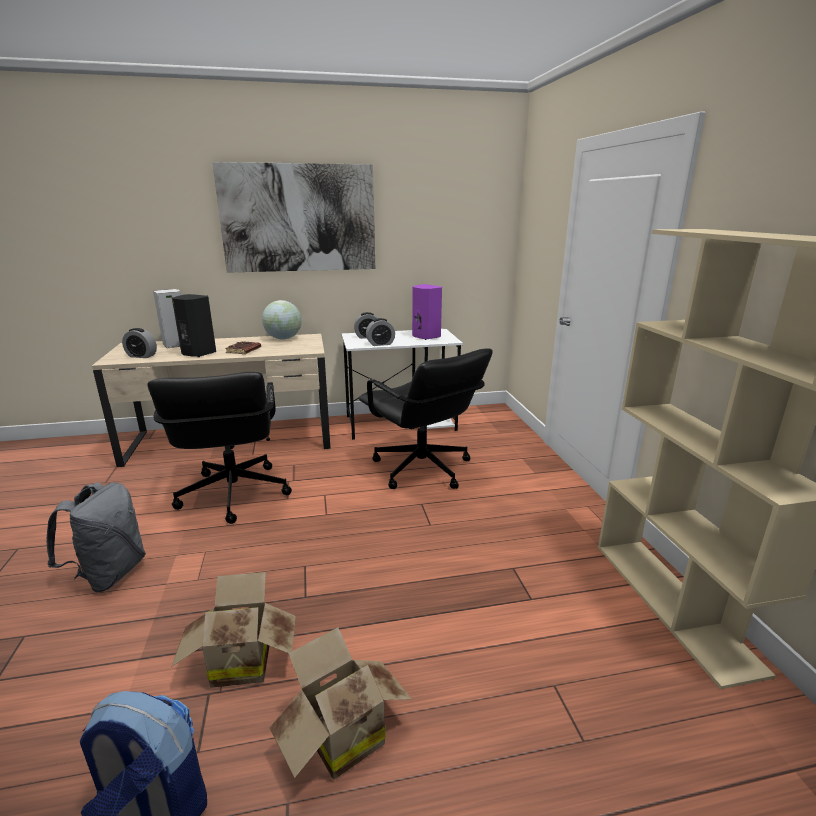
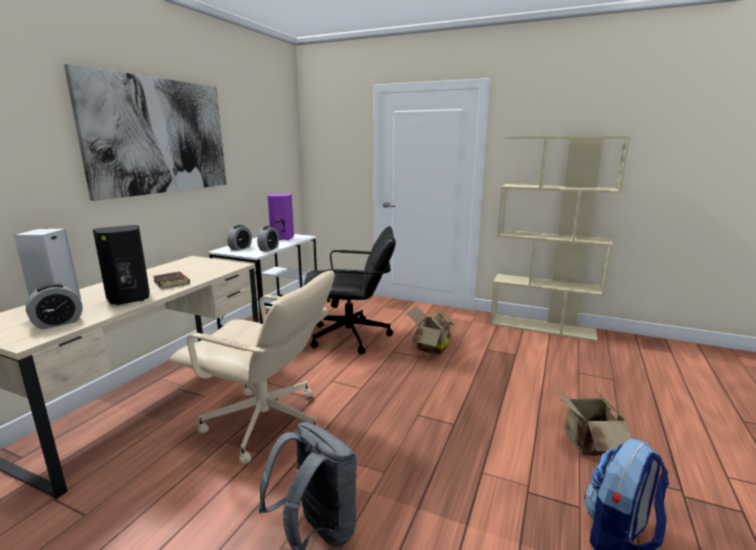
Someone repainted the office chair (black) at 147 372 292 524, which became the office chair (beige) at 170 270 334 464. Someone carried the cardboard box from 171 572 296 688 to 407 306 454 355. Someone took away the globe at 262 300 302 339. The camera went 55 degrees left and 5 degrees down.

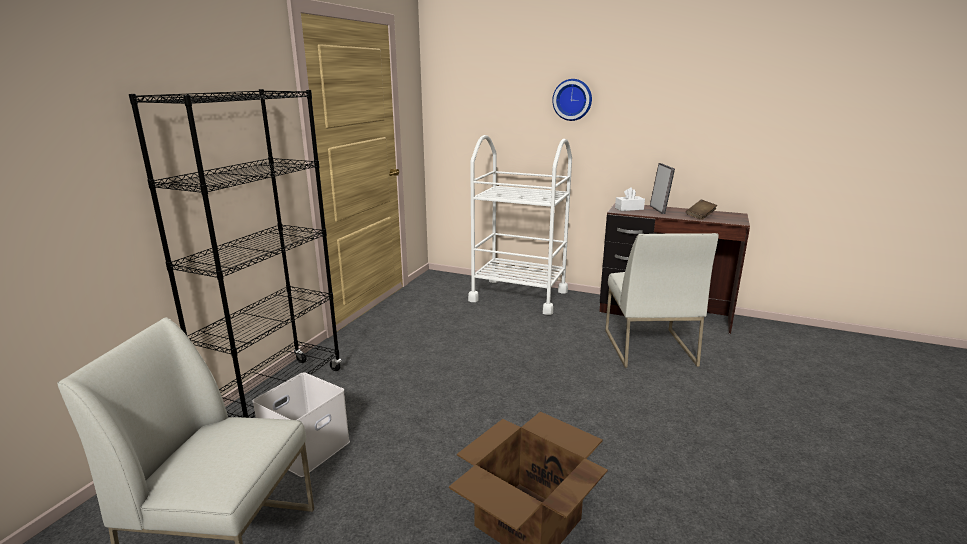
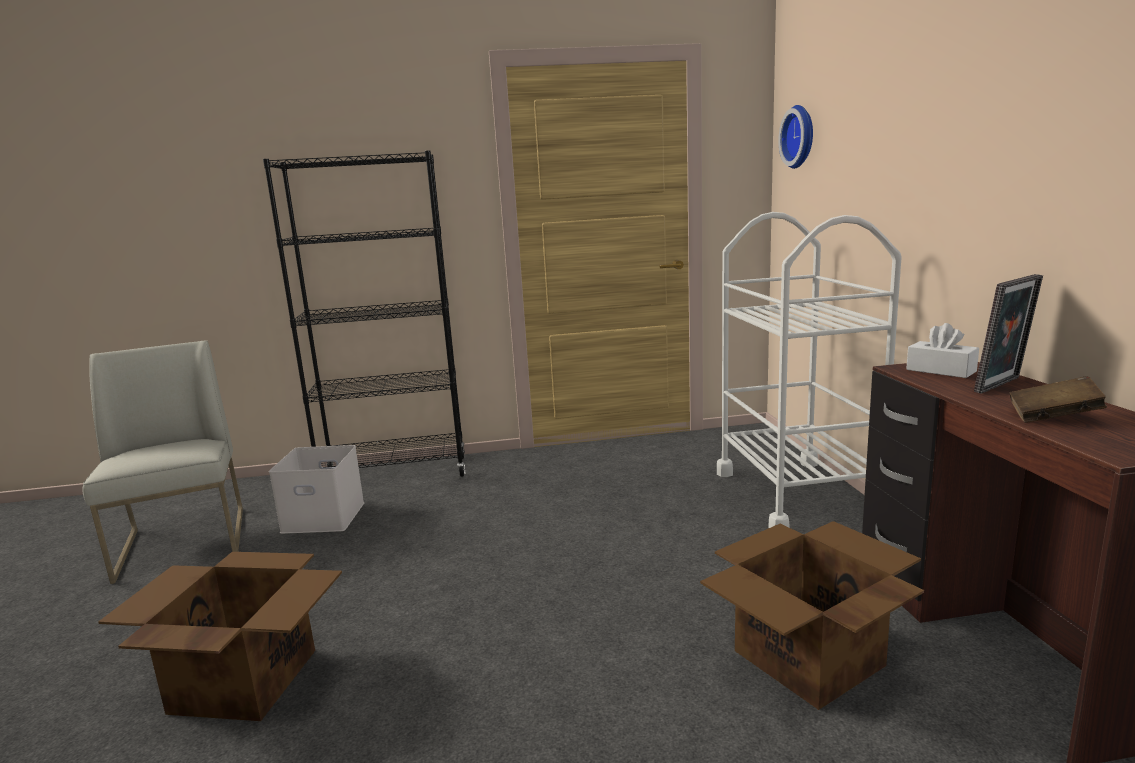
Someone swapped the chair (white) at 605 233 719 368 for the cardboard box at 700 521 924 710. Someone carried the wall clock from 552 79 592 121 to 778 105 813 169. The camera went 60 degrees right and 5 degrees down.

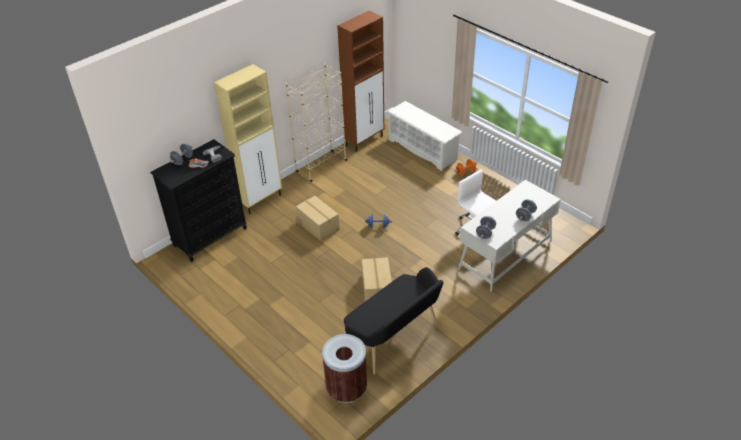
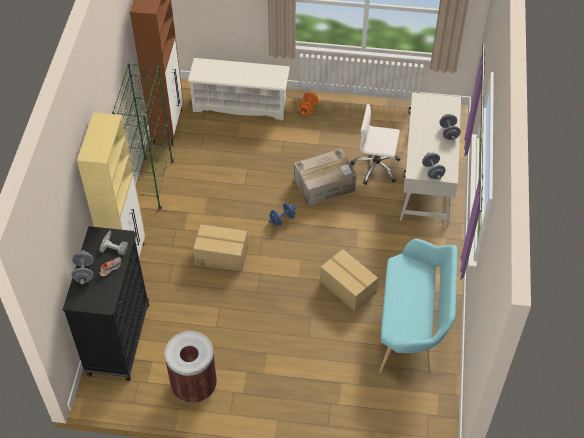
Someone repainted the bookcase (beige) at 285 64 347 182, which became the bookcase (green) at 112 64 174 209. Someone carried the trash can (brown) from 322 334 367 403 to 165 331 217 403. Someone put down the cardboard box at 294 149 357 206. Someone repainted the bench (black) at 344 267 444 374, which became the bench (turquoise) at 379 239 458 374. The camera went 40 degrees left and 10 degrees up.

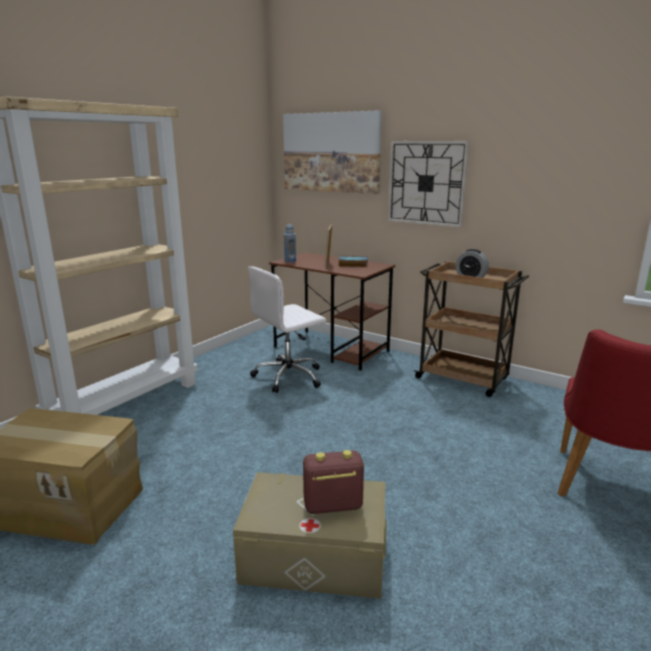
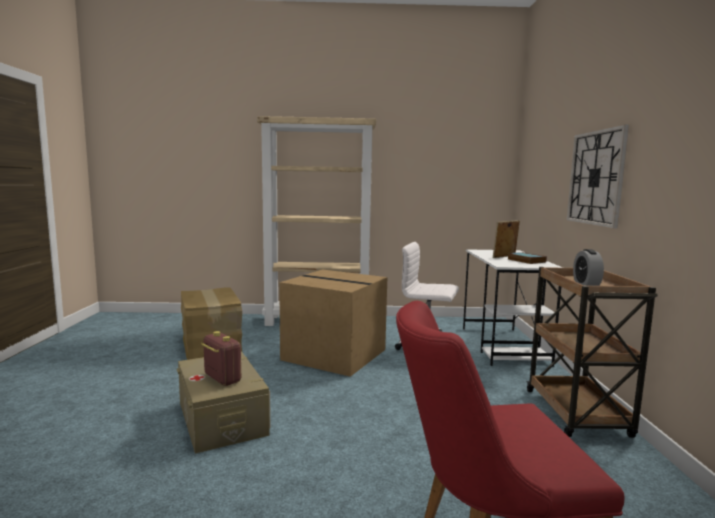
Someone put down the cardboard box at 279 269 387 377. Someone repainted the desk (brown) at 269 252 395 371, which became the desk (white) at 463 249 563 367. Someone took away the picture at 283 110 382 194. Someone took away the bottle (blue) at 284 225 296 263. The camera went 55 degrees right and 10 degrees down.

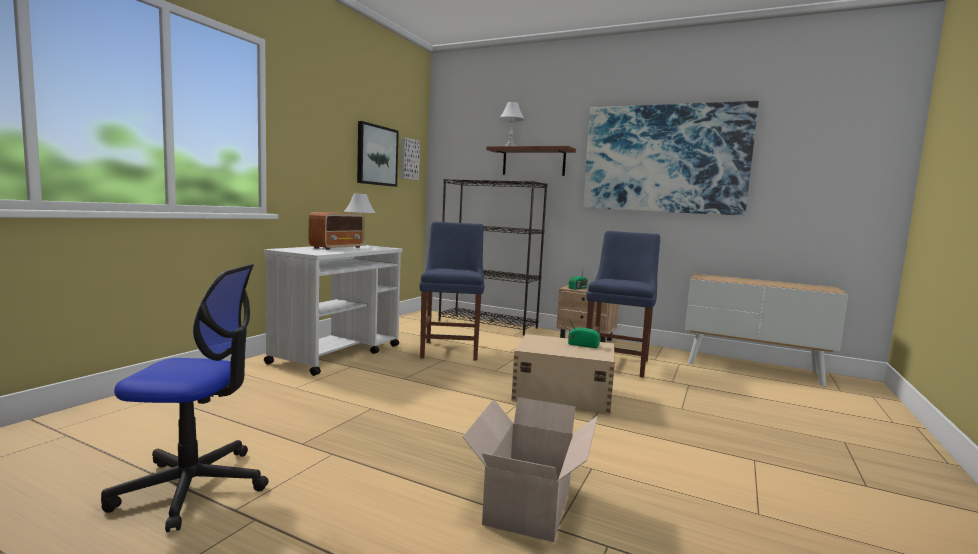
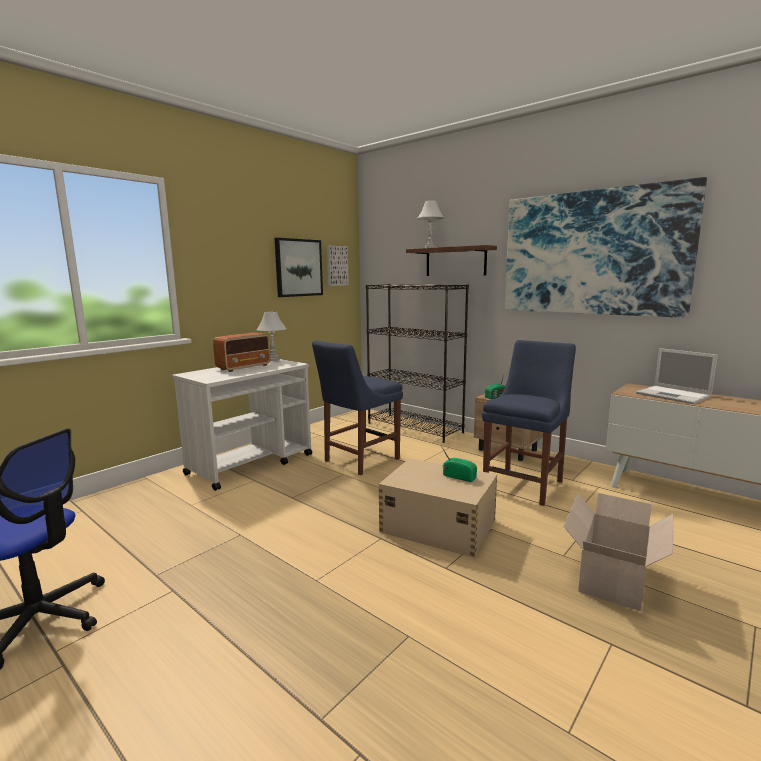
Someone rotated the chair (blue) at 419 222 484 361 by 150 degrees counterclockwise. Someone carried the cardboard box from 463 397 598 542 to 564 493 673 611. Someone put down the laptop at 636 348 718 404. The camera went 15 degrees right and 5 degrees up.

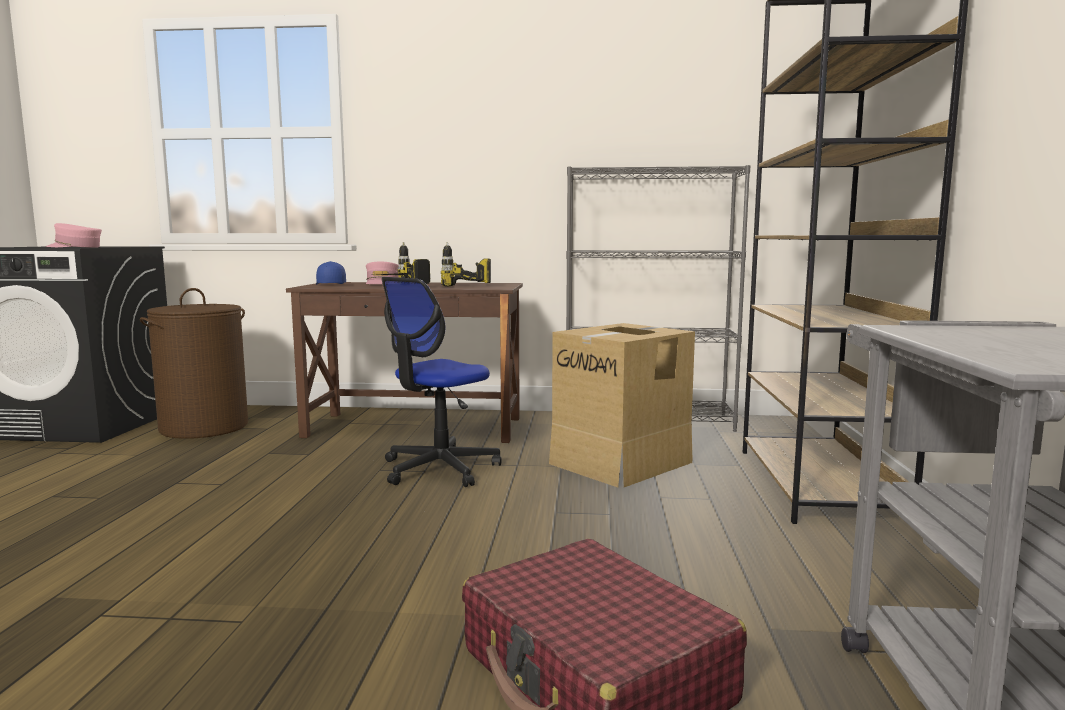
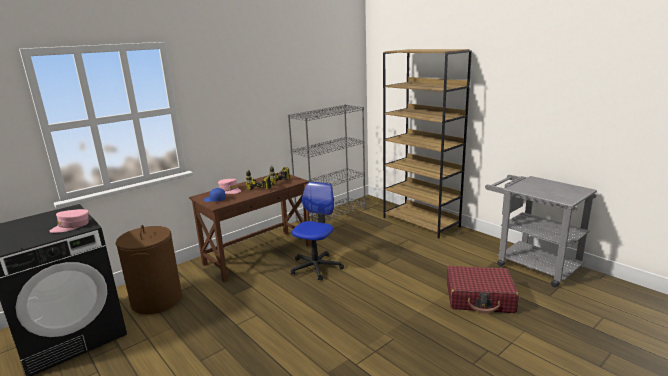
Someone rotated the office chair at 382 277 502 487 by 150 degrees counterclockwise. Someone took away the cardboard box at 549 323 695 488. The camera went 45 degrees left and 10 degrees up.

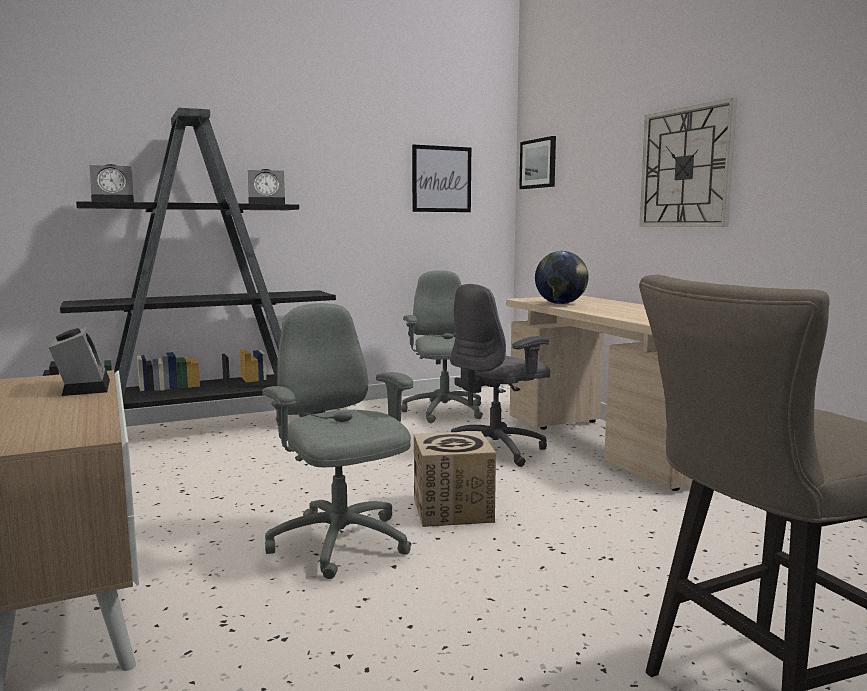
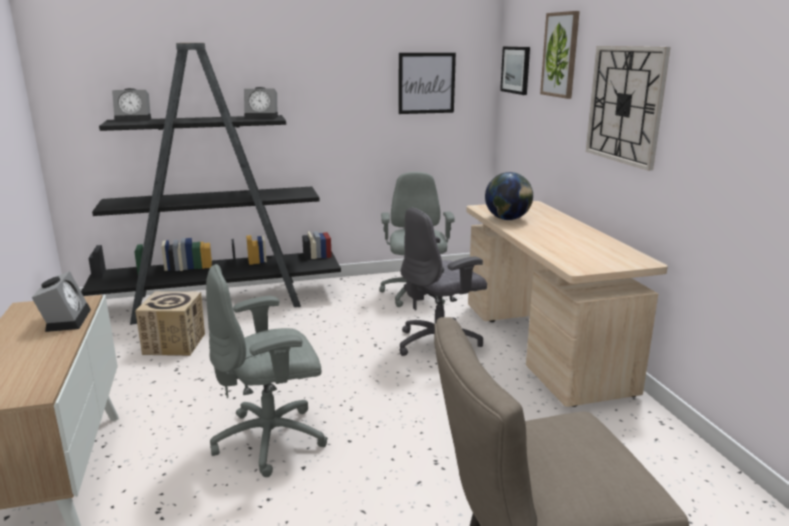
Someone carried the cardboard box from 414 431 496 527 to 135 291 205 356. Someone rotated the office chair (grey) at 262 303 413 579 by 90 degrees counterclockwise. Someone put up the picture at 540 11 580 99. The camera went 10 degrees right and 10 degrees up.

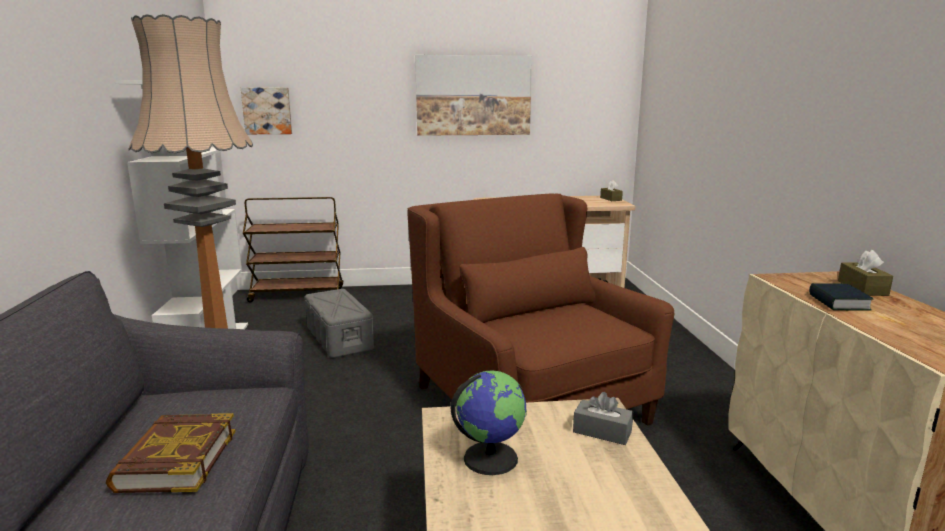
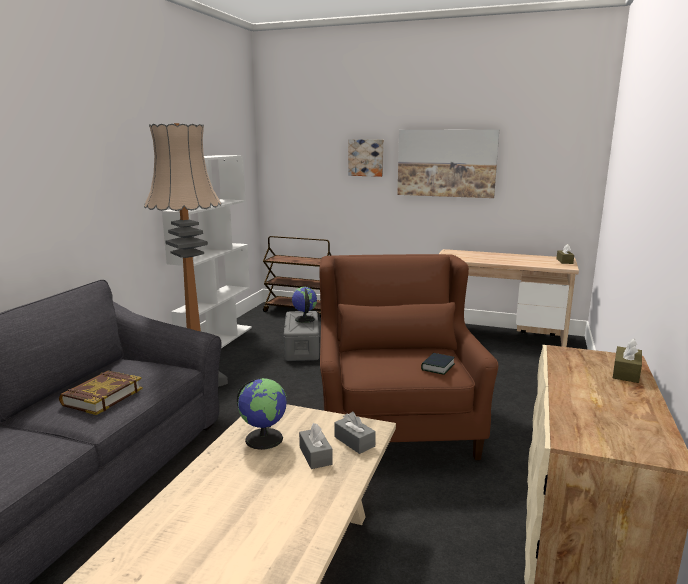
Someone put down the globe at 292 287 317 323. Someone put down the tissue box (grey) at 299 423 333 469. Someone carried the picture from 241 88 292 134 to 348 139 384 177. Someone carried the book from 809 283 874 311 to 421 353 455 375. The camera went 25 degrees right and 0 degrees up.

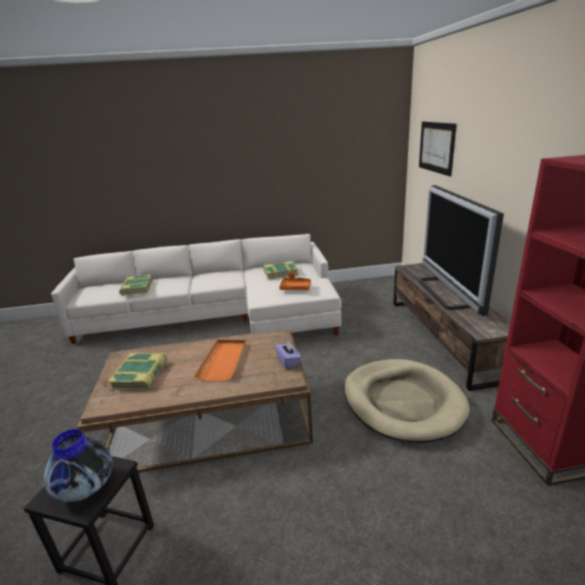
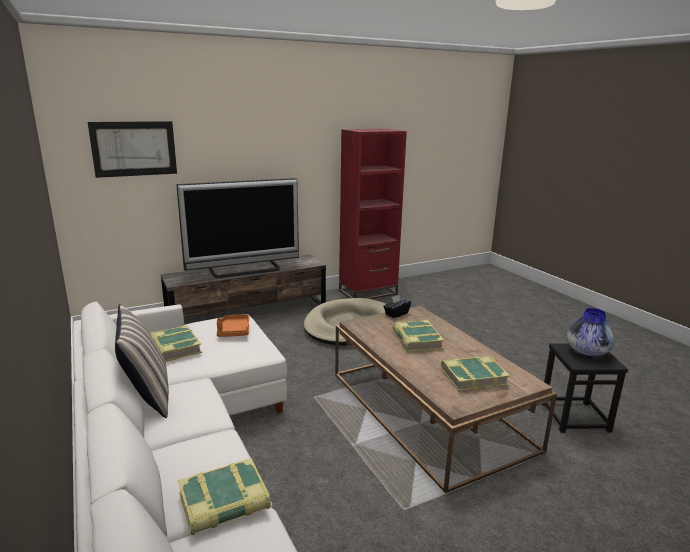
Someone put down the pillow at 115 303 169 418. Someone repainted the tissue box (purple) at 275 341 301 369, which became the tissue box (black) at 383 294 411 318. Someone swapped the tray (orange) at 194 340 246 382 for the book at 393 320 444 352. The camera went 110 degrees left and 5 degrees down.

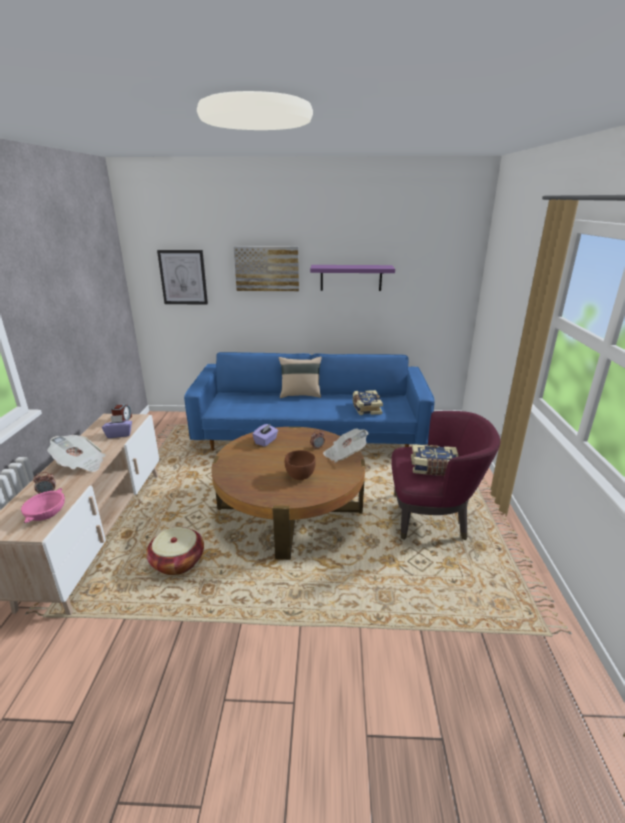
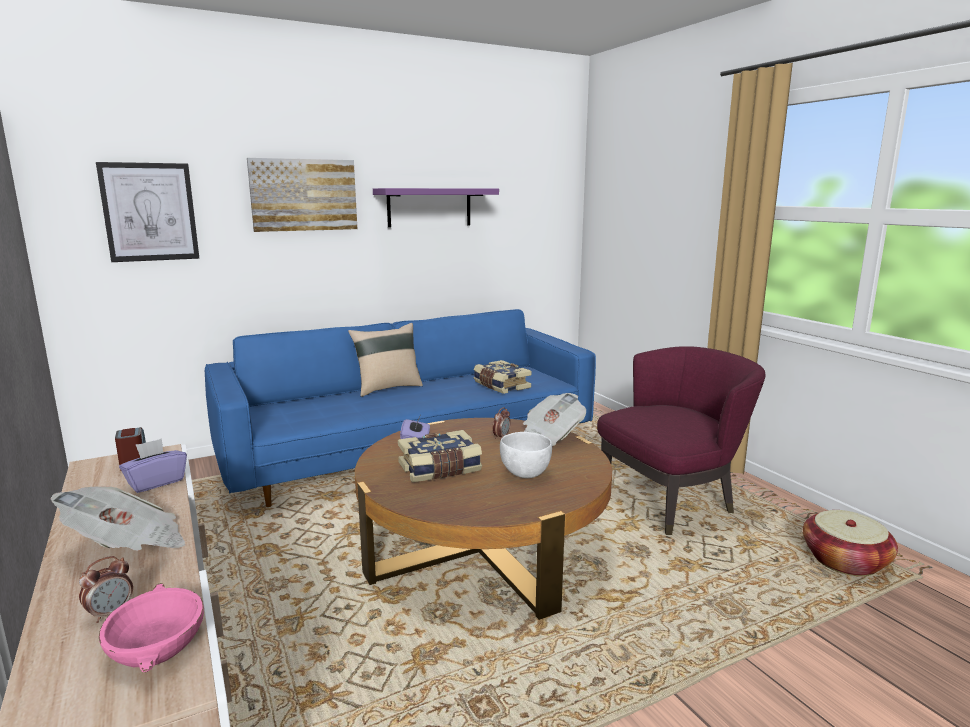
Someone carried the book from 411 444 458 476 to 398 430 482 482. Someone repainted the bowl (brown) at 285 450 316 480, which became the bowl (white) at 500 432 552 478. Someone carried the basket from 146 527 204 575 to 803 510 898 576. The camera went 30 degrees left and 10 degrees down.

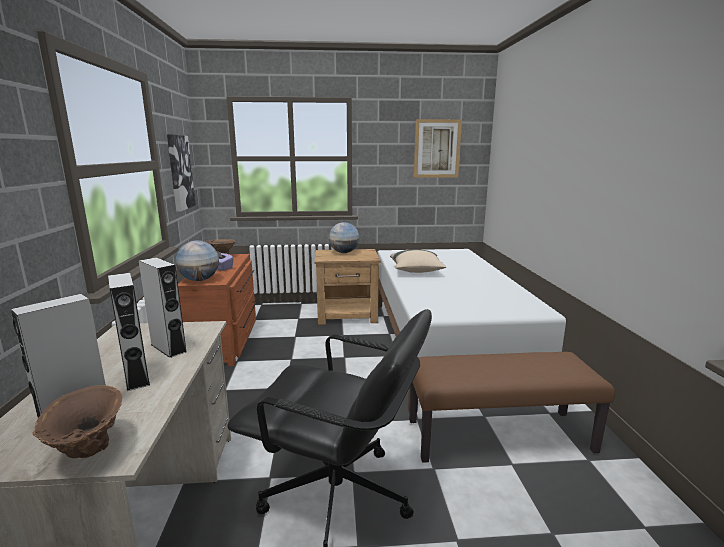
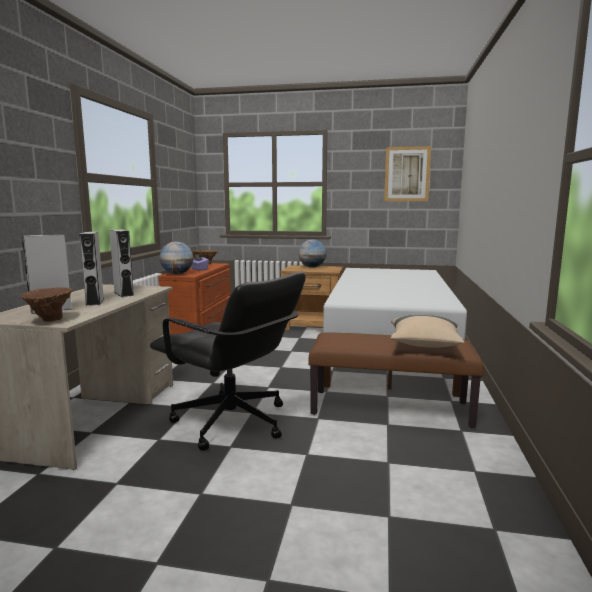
Someone carried the pillow (beige) from 390 250 446 273 to 390 315 465 348. Someone took away the picture at 167 134 196 212. The camera went 15 degrees right and 5 degrees down.

